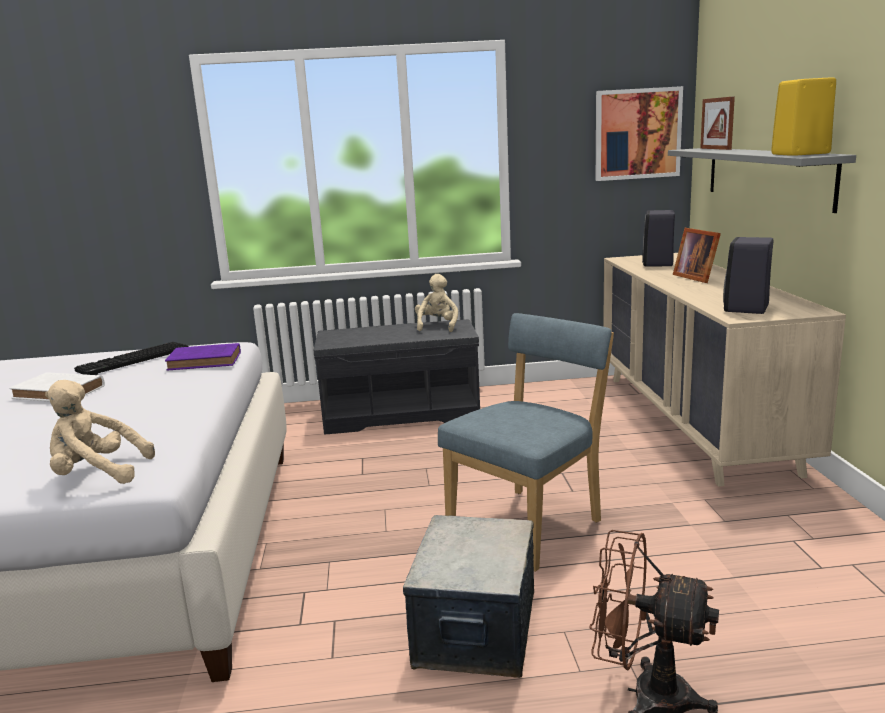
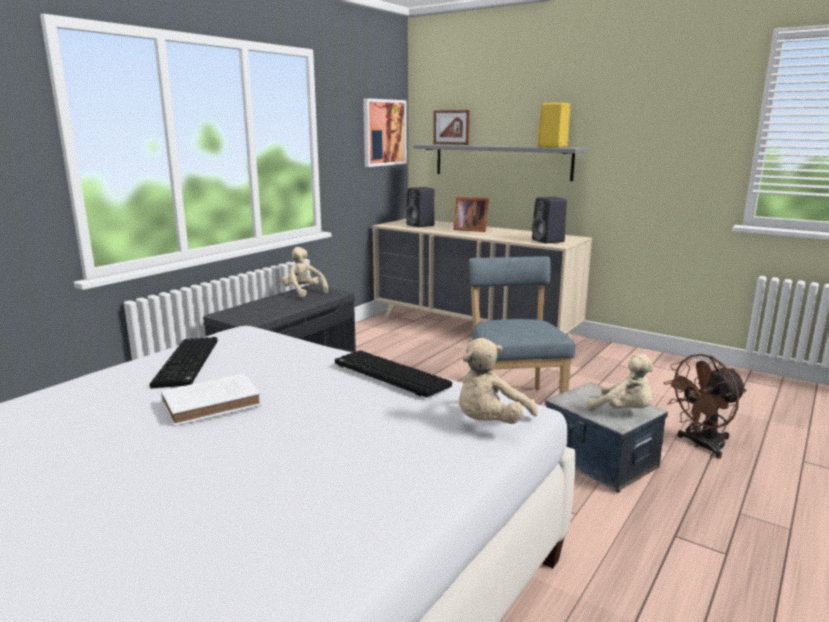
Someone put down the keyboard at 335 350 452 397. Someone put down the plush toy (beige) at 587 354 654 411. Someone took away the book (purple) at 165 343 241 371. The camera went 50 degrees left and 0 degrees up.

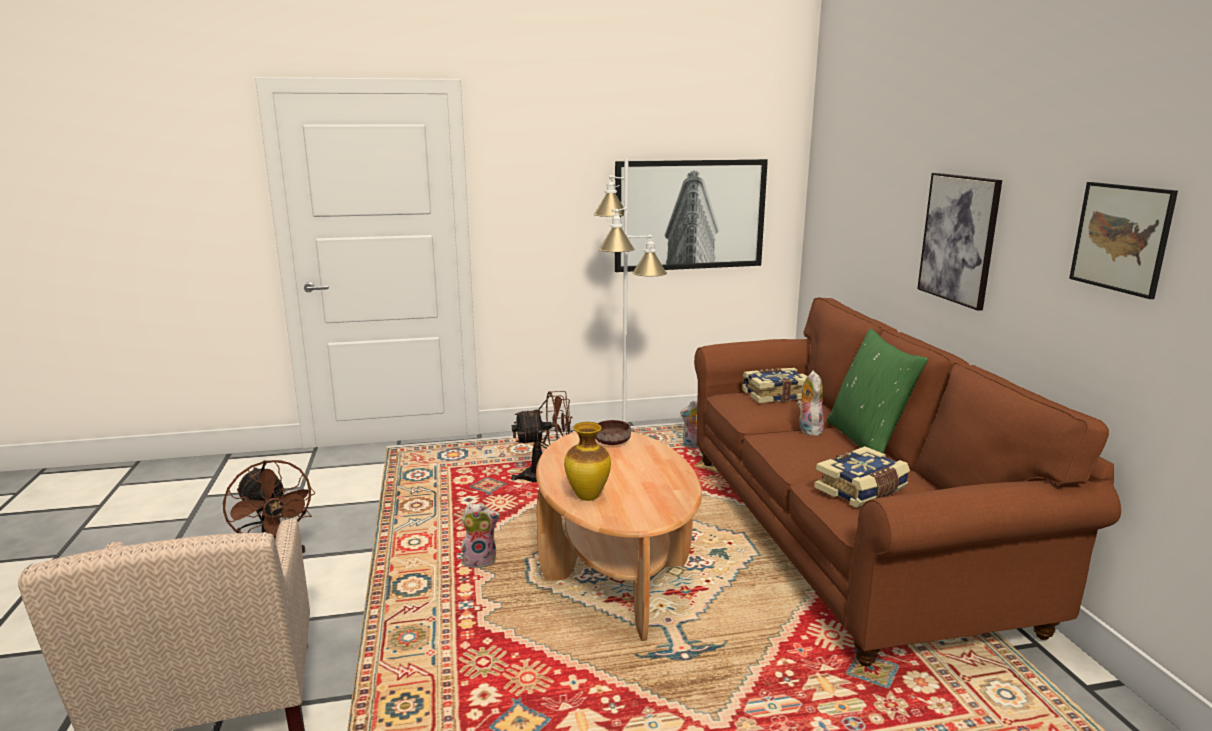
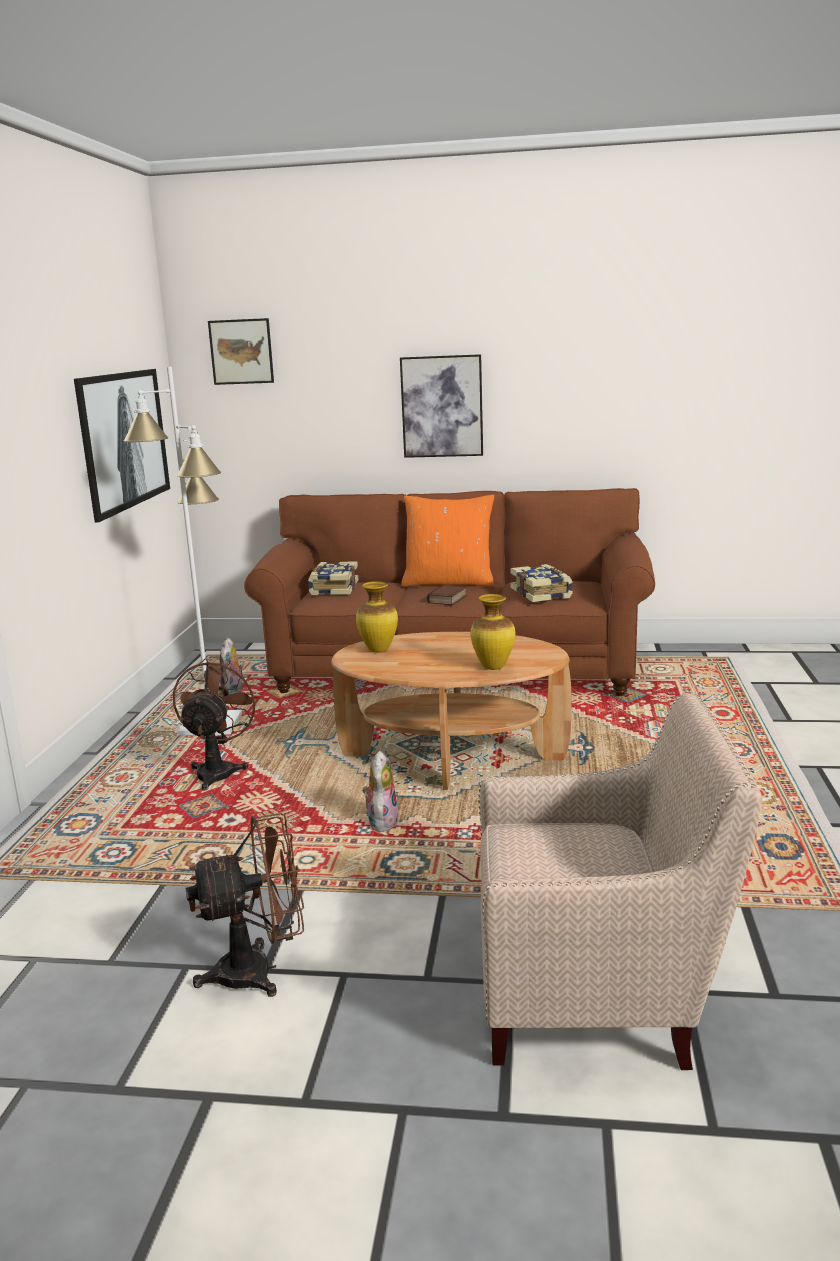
Someone carried the picture from 1069 182 1178 299 to 208 318 274 385. Someone swapped the bowl (brown) at 595 420 631 445 for the vase at 356 581 398 652. Someone repainted the pillow (green) at 827 329 928 453, which became the pillow (orange) at 401 495 494 587. Someone put down the book at 427 585 467 605. Someone took away the plush toy at 797 371 824 436. The camera went 70 degrees left and 0 degrees up.

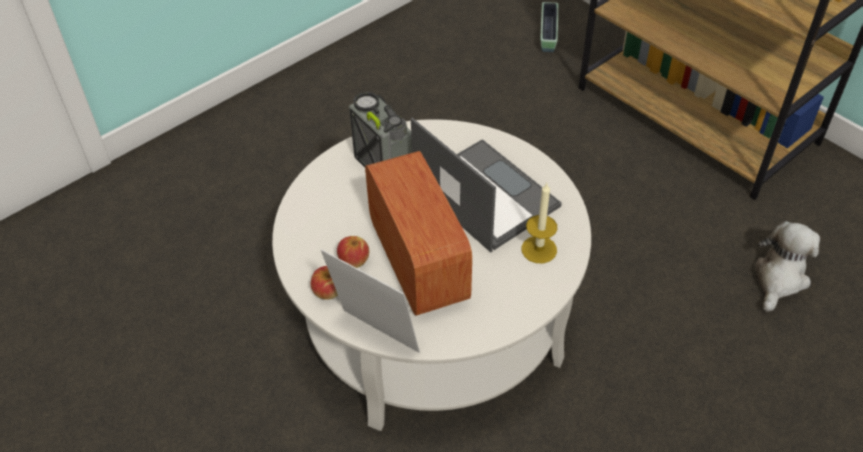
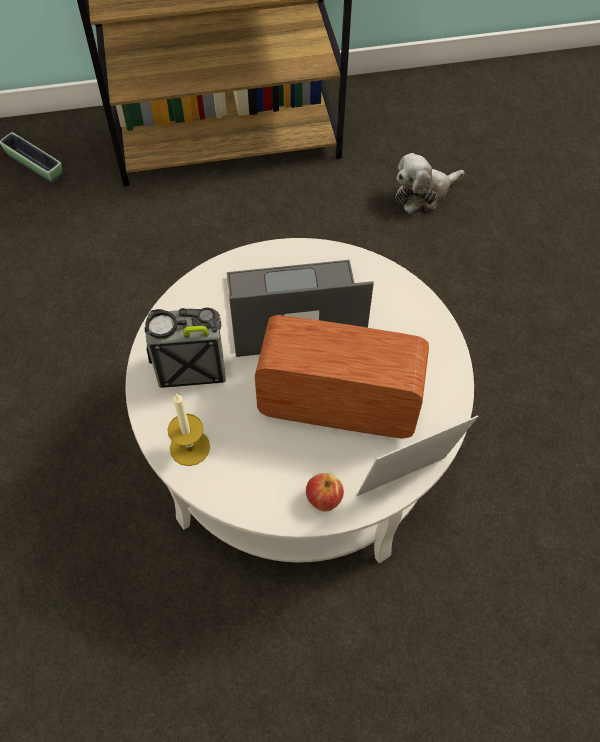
Someone carried the candle from 522 183 557 263 to 168 393 210 466. Someone rotated the plush toy at 754 221 820 312 by 90 degrees counterclockwise. Someone took away the apple at 337 236 369 268. The camera went 60 degrees left and 10 degrees up.

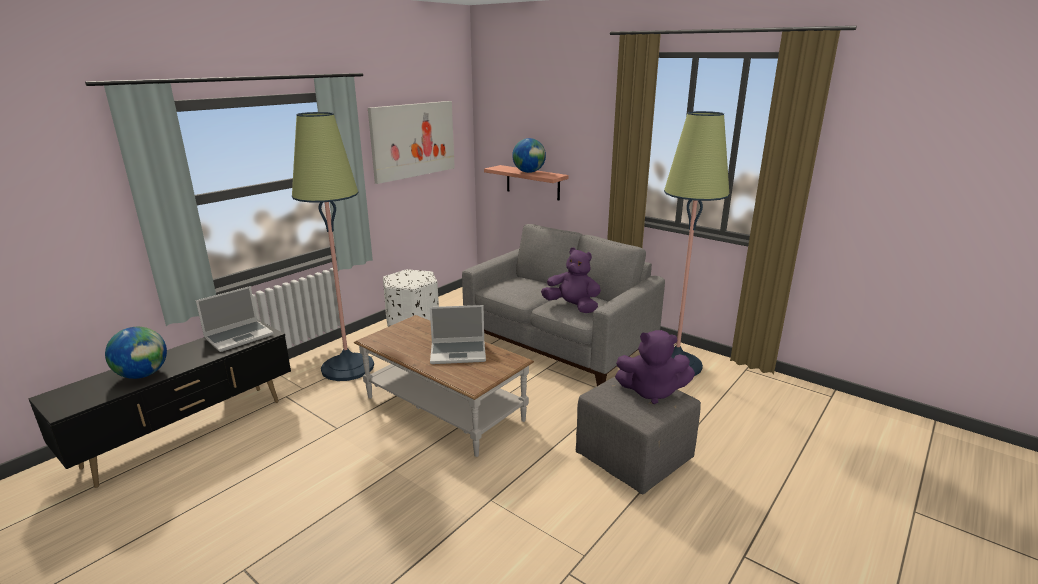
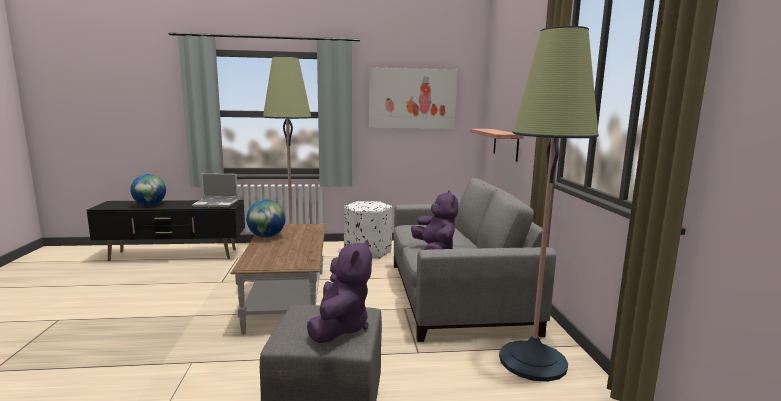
Someone carried the globe from 512 138 546 173 to 246 199 286 238. Someone rotated the plush toy (purple) at 615 330 695 404 by 135 degrees counterclockwise. Someone took away the laptop at 430 305 486 364. The camera went 45 degrees right and 10 degrees down.

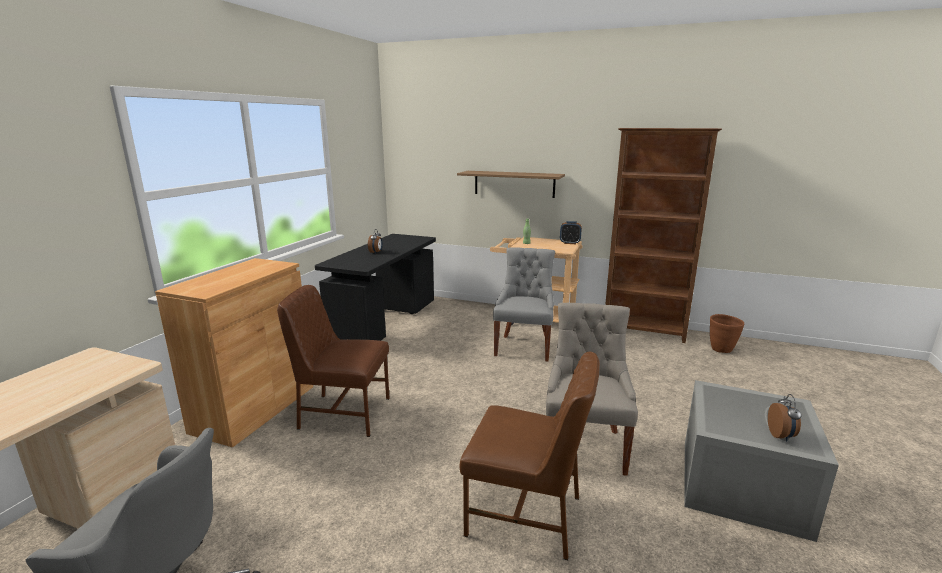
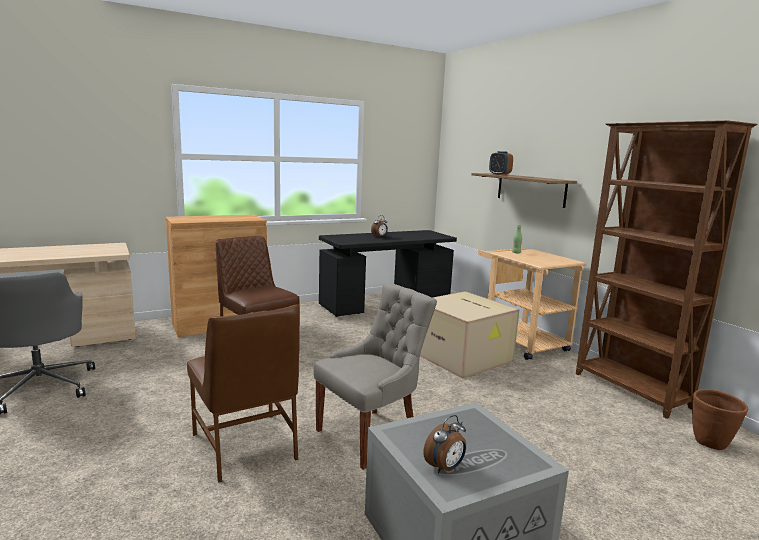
Someone swapped the chair (grey) at 493 247 555 362 for the cardboard box at 420 291 519 379. Someone carried the alarm clock from 560 221 582 244 to 489 151 513 175. The camera went 40 degrees right and 5 degrees down.

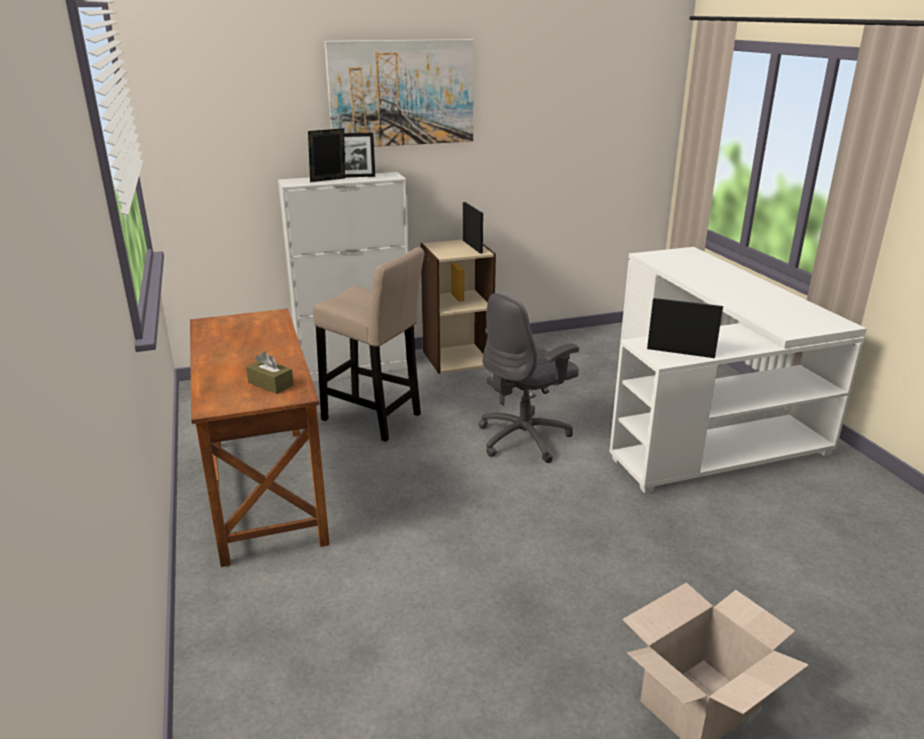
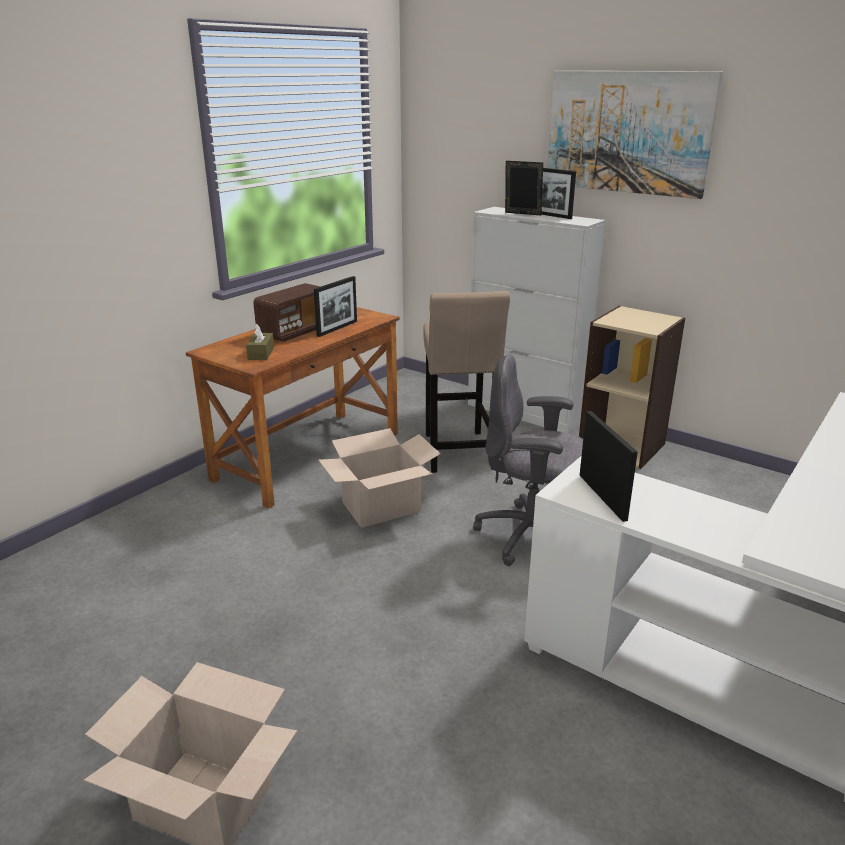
Someone put down the radio at 253 283 320 342. Someone carried the picture frame from 463 202 483 254 to 314 276 357 337. Someone put down the cardboard box at 319 428 440 528. The camera went 55 degrees right and 0 degrees up.

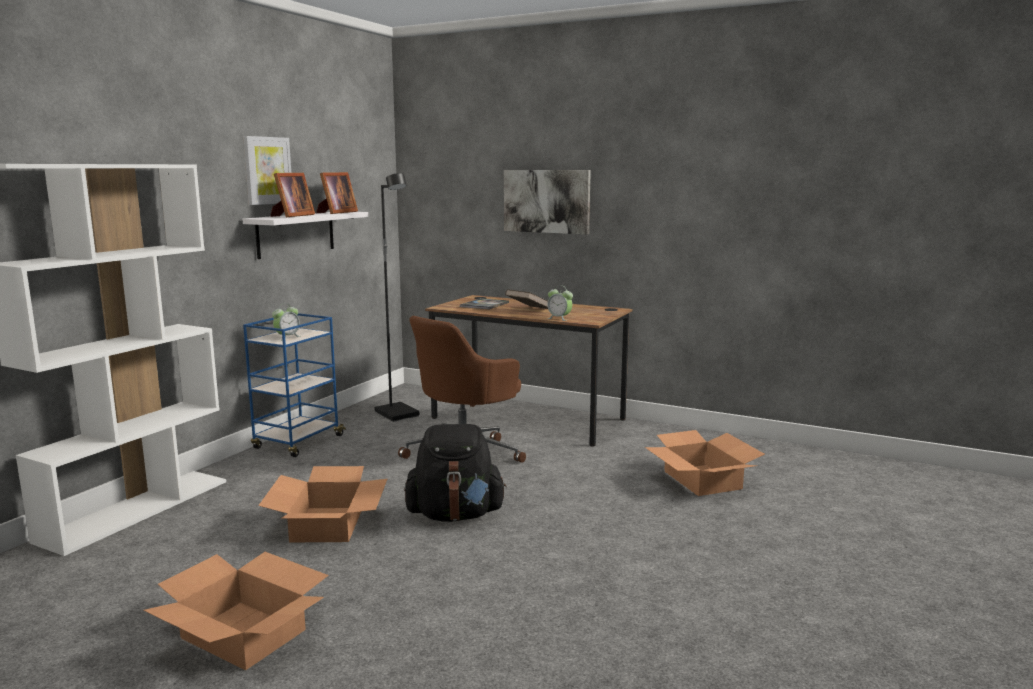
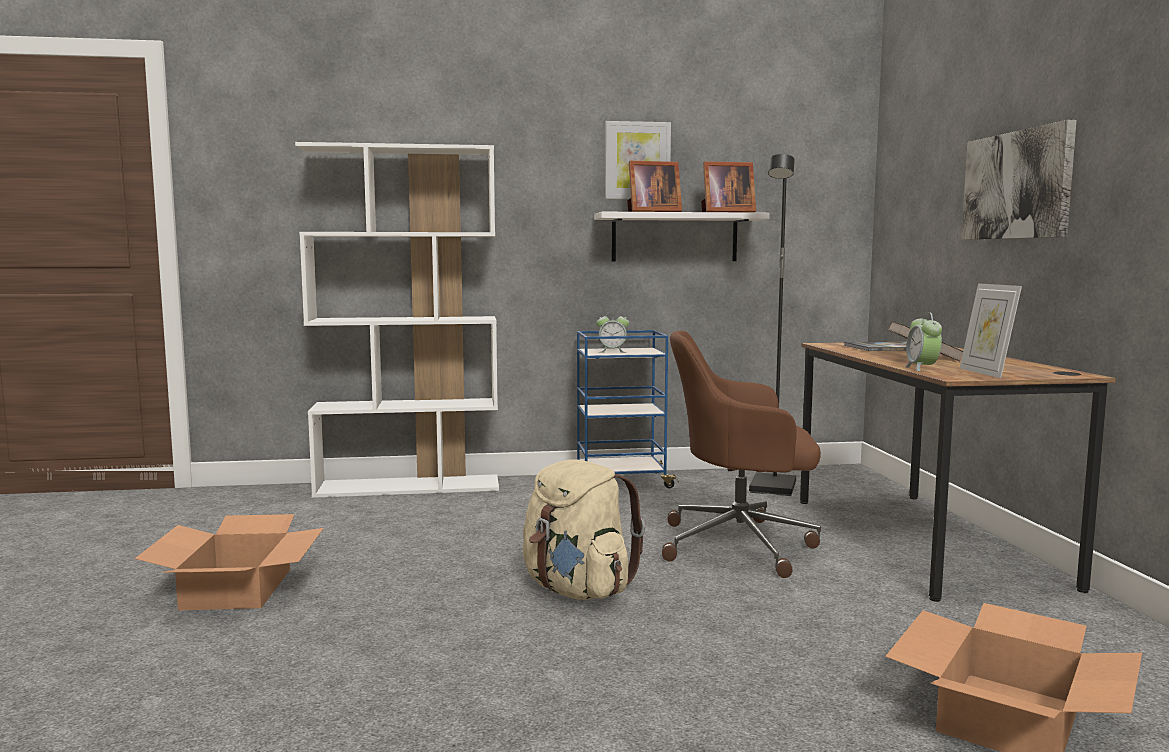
Someone repainted the backpack (black) at 404 424 507 522, which became the backpack (beige) at 523 459 645 600. Someone put down the picture frame at 960 283 1022 378. Someone took away the cardboard box at 258 466 387 542. The camera went 55 degrees right and 5 degrees down.

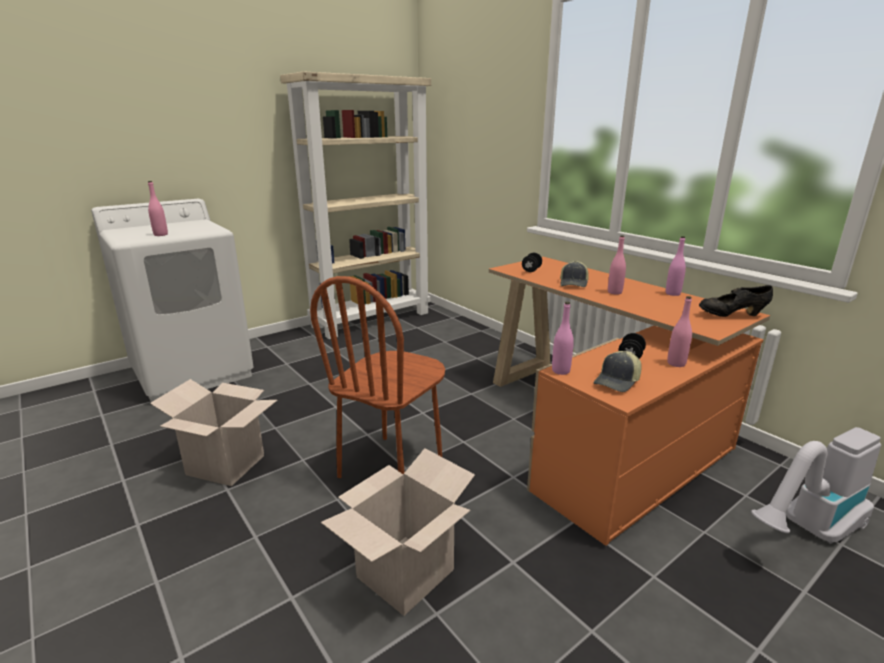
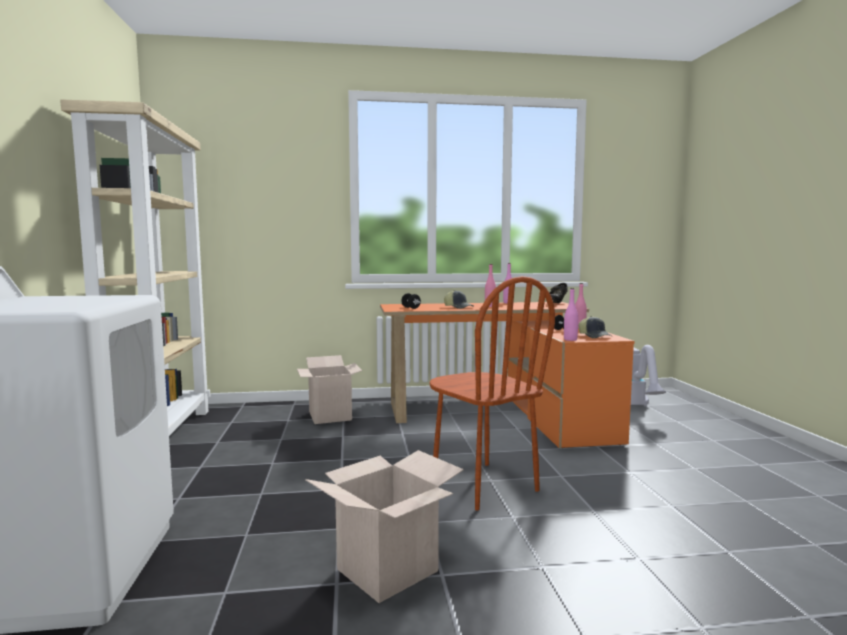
Someone carried the cardboard box from 321 448 475 616 to 297 355 362 424. Someone took away the bottle (pink) at 148 181 168 236. The camera went 60 degrees left and 15 degrees down.

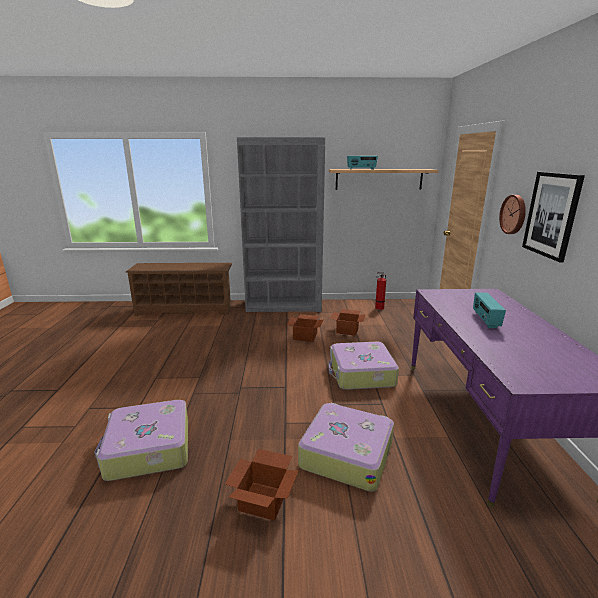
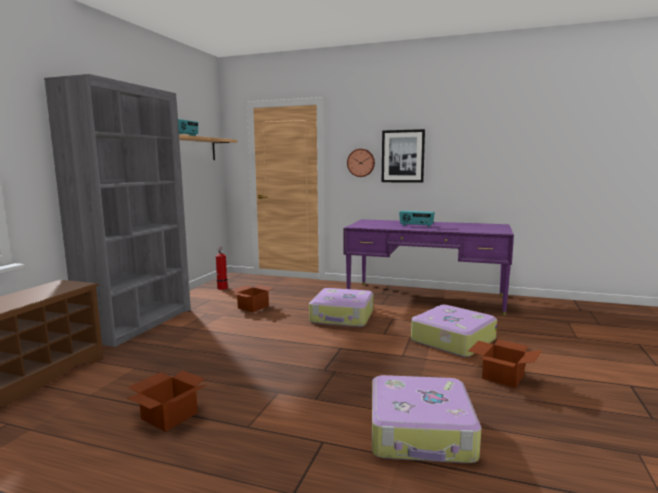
Someone carried the cardboard box from 286 314 323 342 to 128 370 206 432. The camera went 70 degrees left and 10 degrees down.

